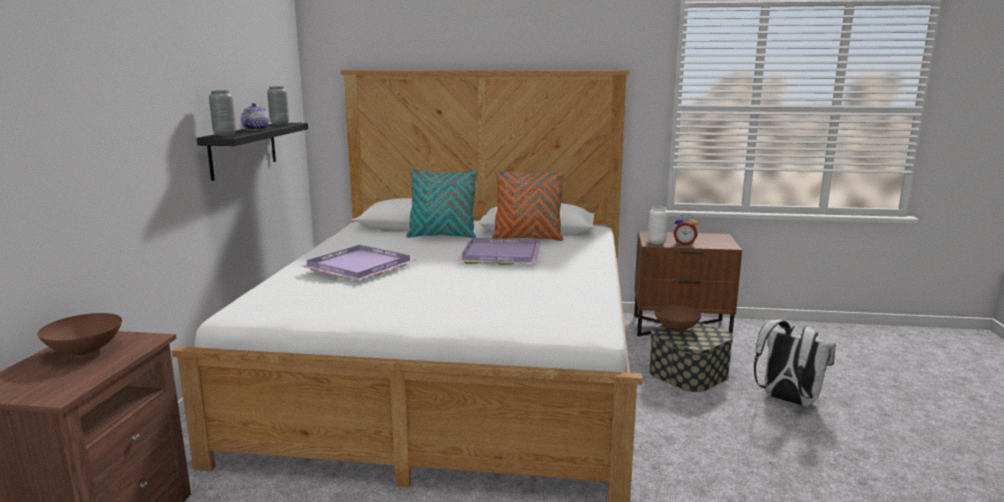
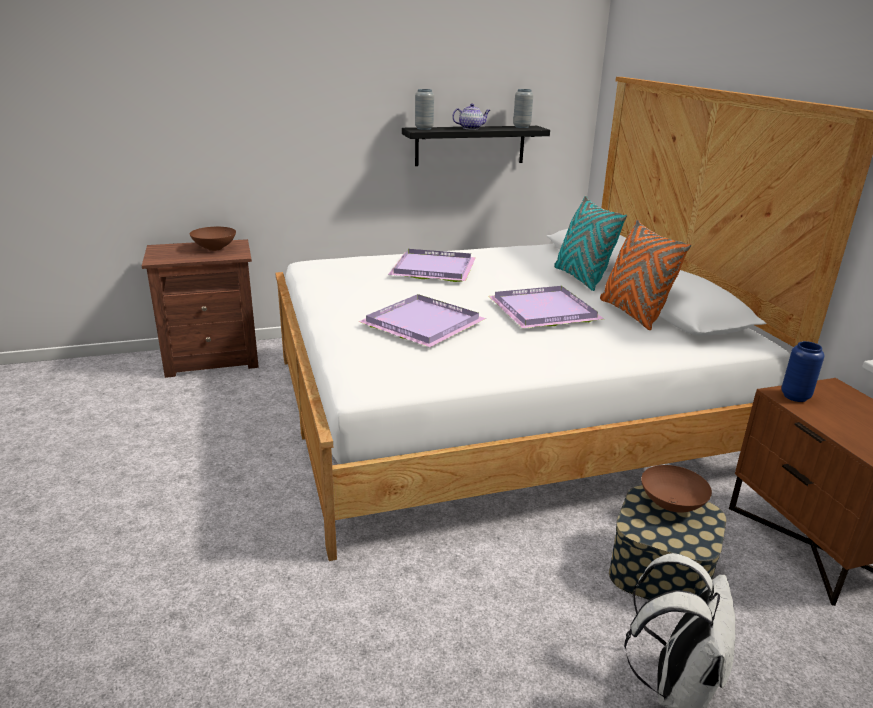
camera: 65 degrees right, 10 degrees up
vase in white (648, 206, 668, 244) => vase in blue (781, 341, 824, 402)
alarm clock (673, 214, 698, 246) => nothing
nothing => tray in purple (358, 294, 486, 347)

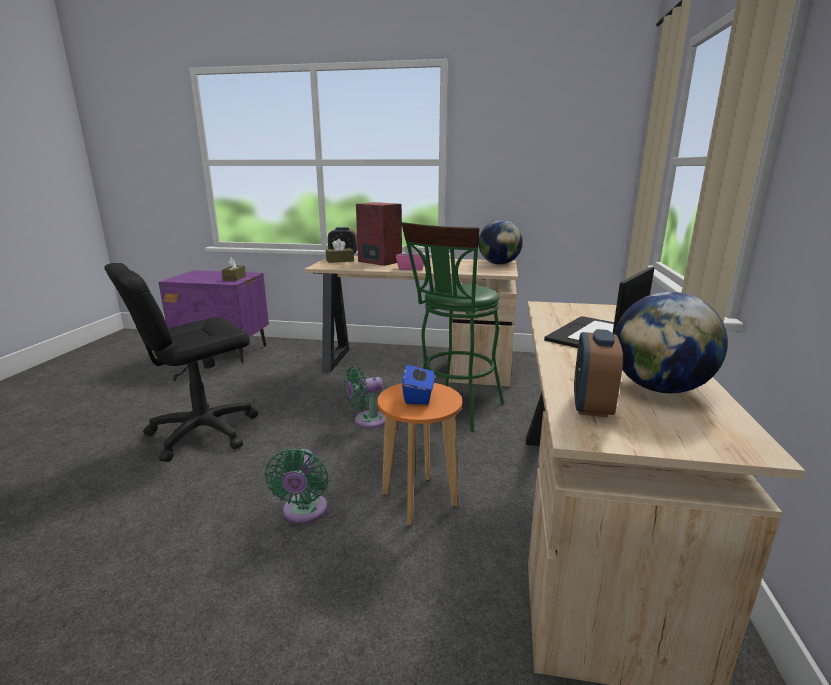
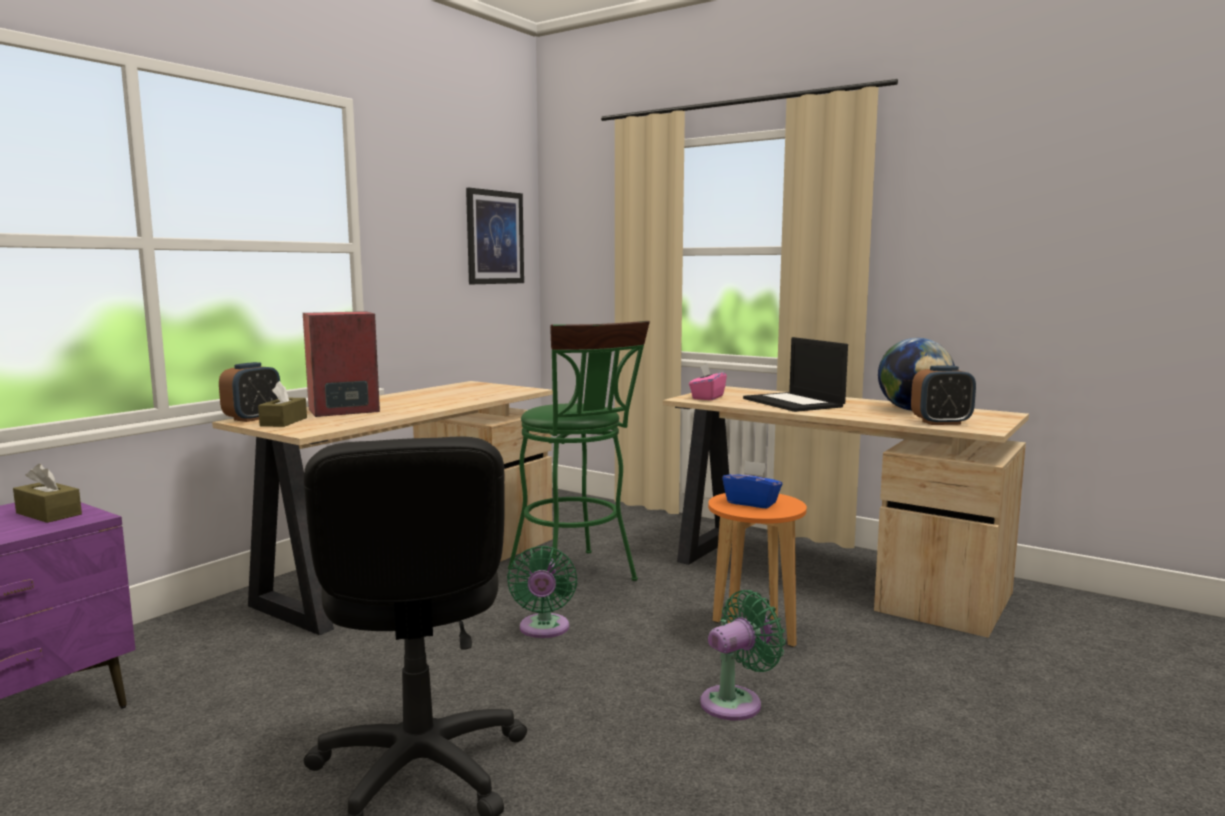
camera: 65 degrees left, 10 degrees down
globe (479, 220, 523, 264) => nothing
tissue box in pink (396, 246, 425, 270) => tissue box in pink (689, 364, 727, 400), relocated
alarm clock (574, 329, 623, 418) => alarm clock (911, 365, 976, 425), 45 degrees counterclockwise
fan in green (265, 448, 329, 523) => fan in green (700, 590, 786, 720), 60 degrees counterclockwise
nothing => picture (466, 188, 524, 284)

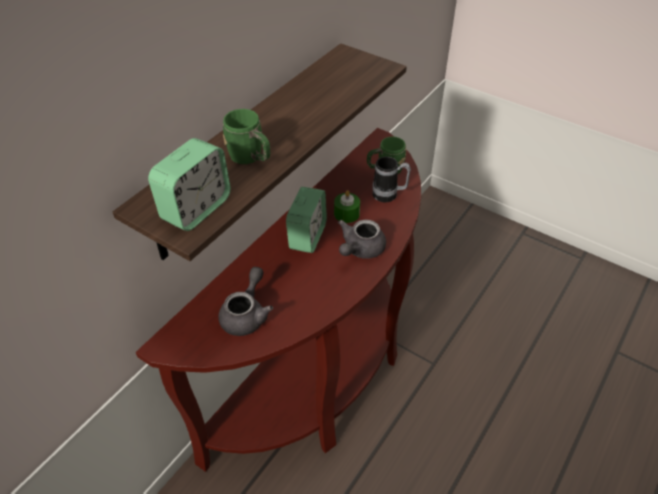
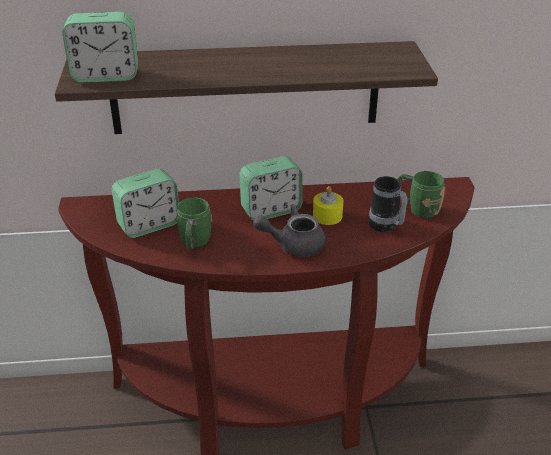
camera: 50 degrees right, 10 degrees down
mug in green (223, 109, 270, 164) => mug in green (177, 197, 212, 249), relocated
candle in green (334, 190, 360, 223) => candle in yellow (313, 186, 343, 225)
teapot in grey (218, 267, 273, 336) => alarm clock (112, 169, 179, 238)

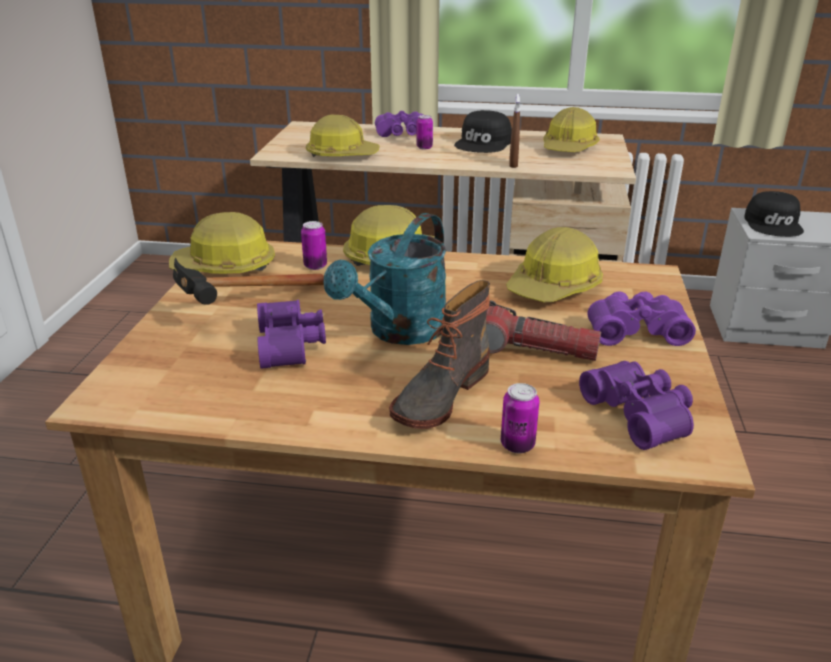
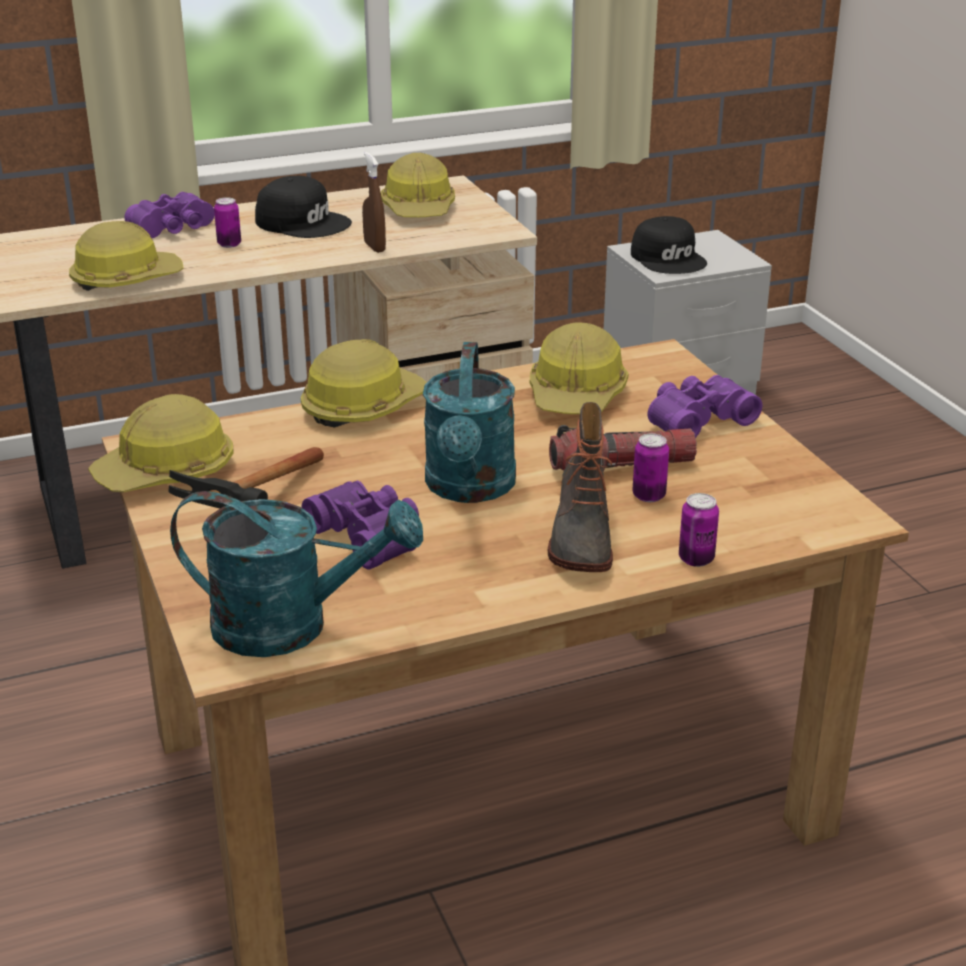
camera: 30 degrees left, 0 degrees up
cap in black (454, 110, 512, 153) => cap in black (255, 176, 352, 238), 60 degrees counterclockwise
can (301, 221, 327, 270) => can (632, 433, 669, 502), relocated
binoculars in purple (579, 361, 694, 450) => nothing
nothing => watering can in turquoise (170, 491, 423, 657)

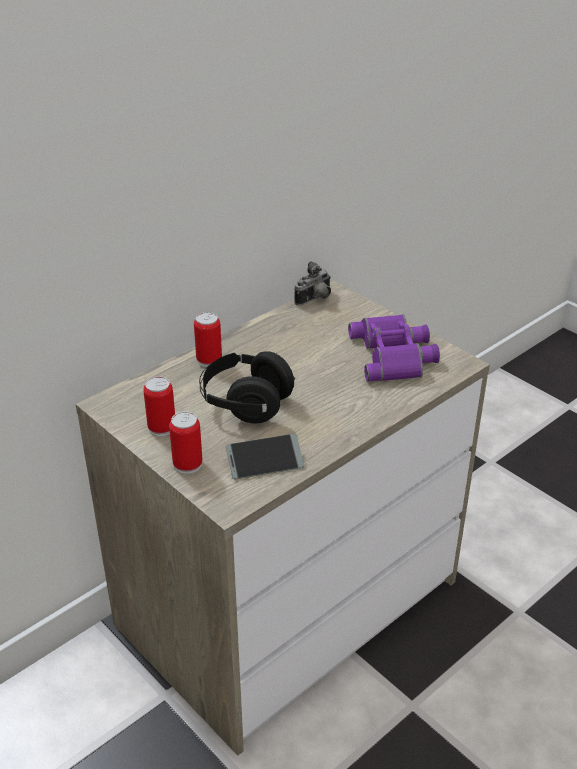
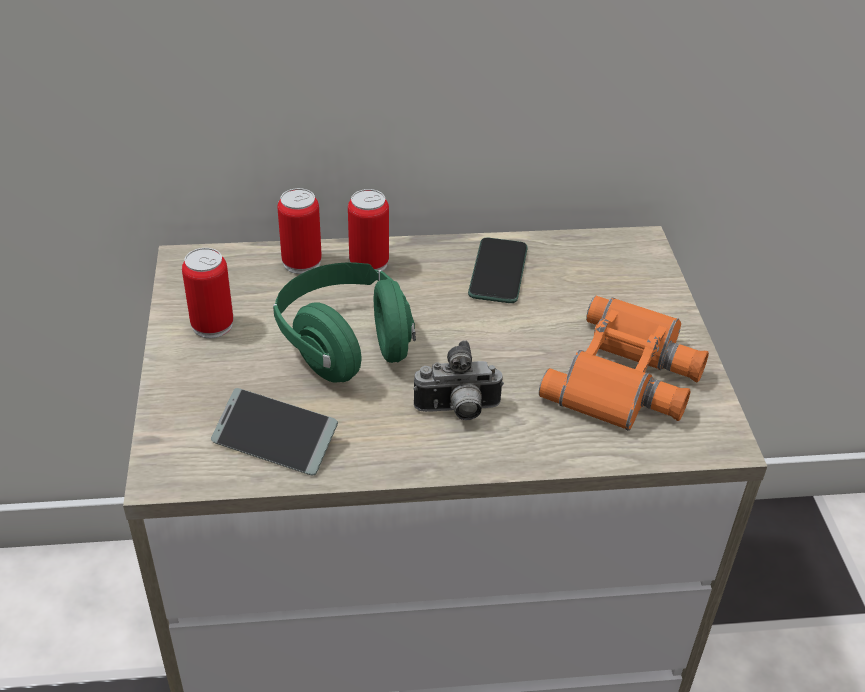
camera: 35 degrees right, 5 degrees up
photo camera (294, 261, 331, 305) => photo camera (414, 340, 504, 420), relocated
binoculars in purple (348, 314, 440, 381) => binoculars in orange (539, 296, 709, 431)
headphones in black (199, 352, 295, 423) => headphones in green (273, 263, 416, 383)
can (169, 412, 202, 474) => can (277, 188, 322, 274), relocated
nothing => phone (468, 238, 528, 303)

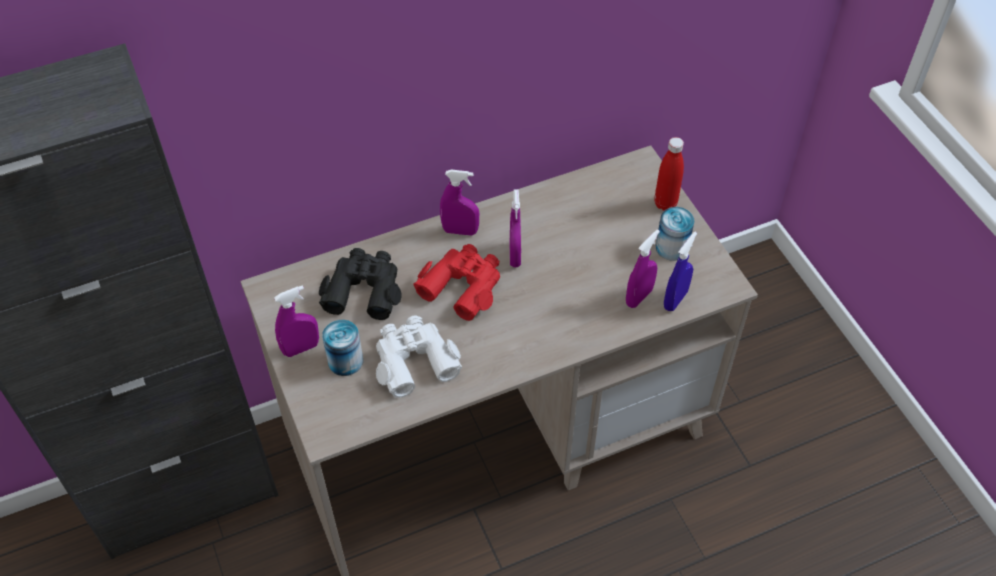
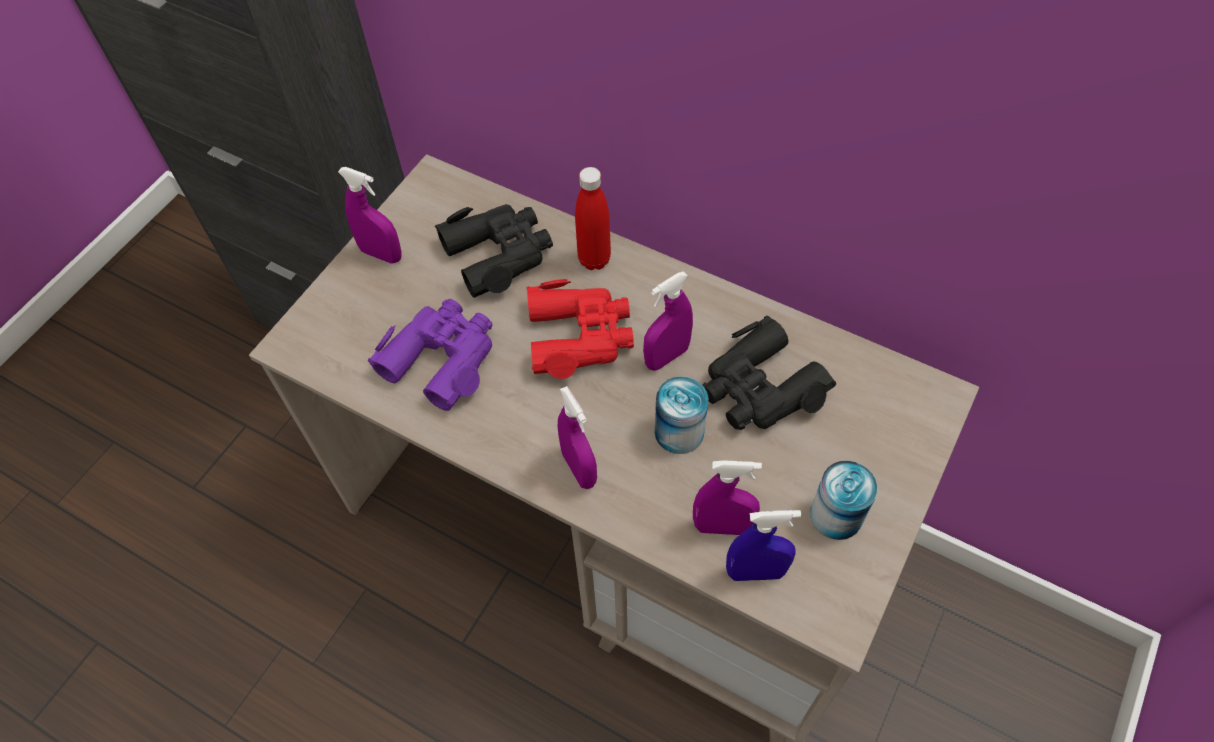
camera: 55 degrees right, 5 degrees up
bottle in red (655, 137, 684, 211) => bottle in red (575, 167, 611, 270), relocated
spray bottle in purple (440, 170, 479, 236) => spray bottle in purple (558, 386, 597, 489), relocated
binoculars in white (376, 315, 462, 398) => binoculars in purple (367, 299, 492, 411)
can (322, 320, 363, 376) => can (655, 376, 708, 454), relocated
nothing => binoculars in black (703, 315, 836, 430)

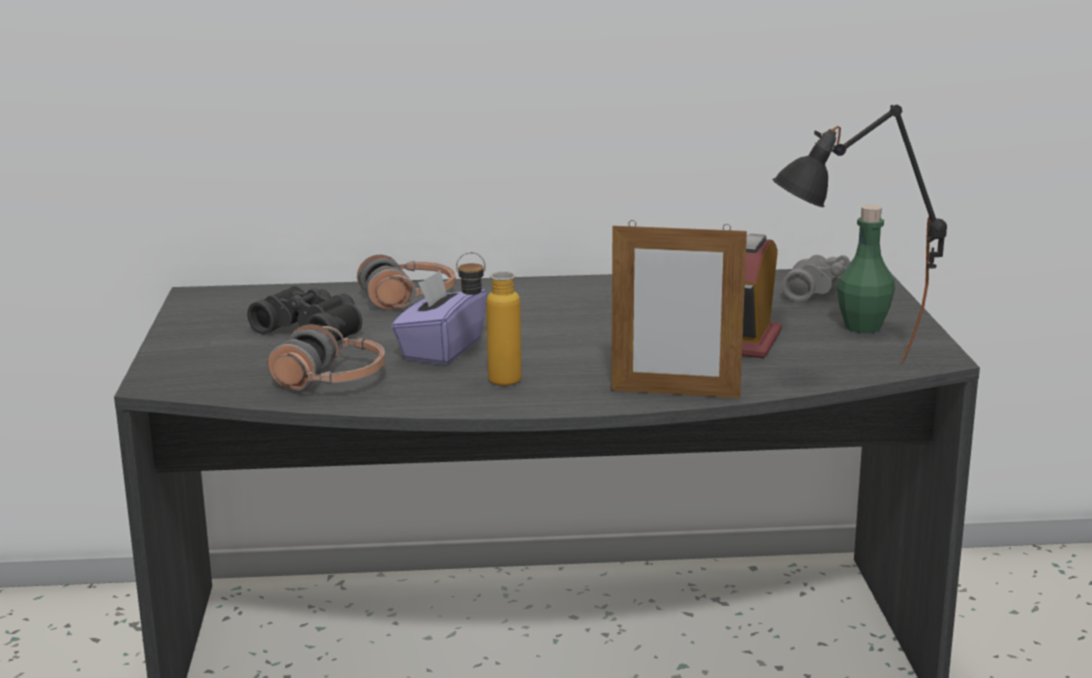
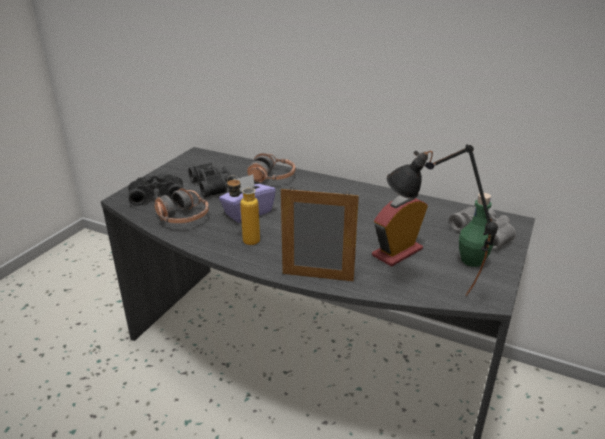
camera: 30 degrees right, 10 degrees up
picture frame (611, 220, 747, 398) => picture frame (281, 187, 359, 282), 150 degrees clockwise
nothing => binoculars in black (128, 173, 183, 206)

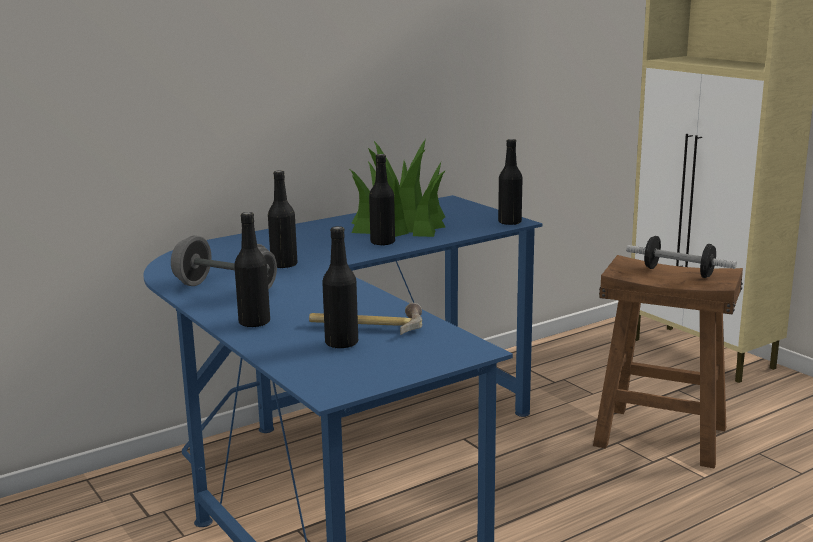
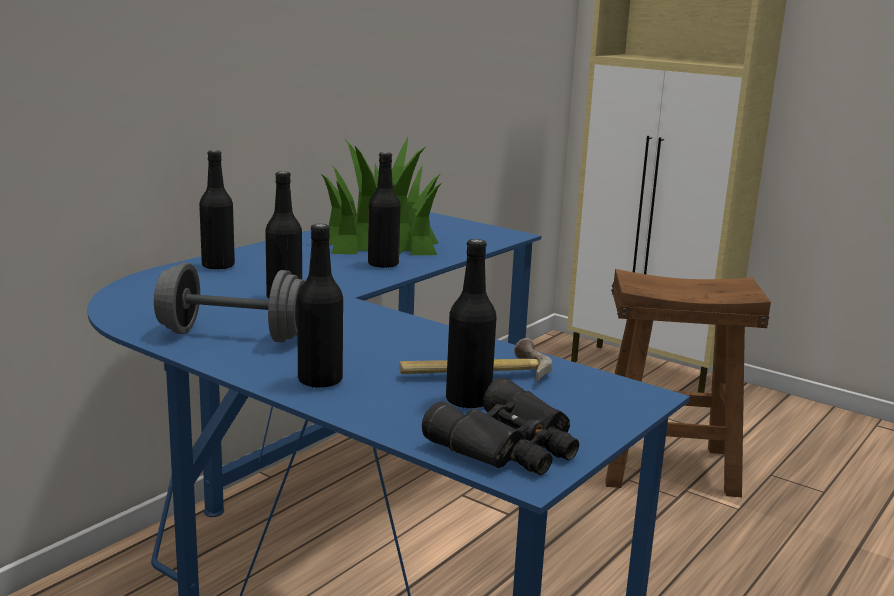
camera: 20 degrees left, 0 degrees up
bottle in black (498, 139, 523, 225) => bottle in black (199, 150, 235, 270), relocated
dumbbell (626, 236, 737, 278) => nothing
nothing => binoculars in black (422, 377, 579, 475)

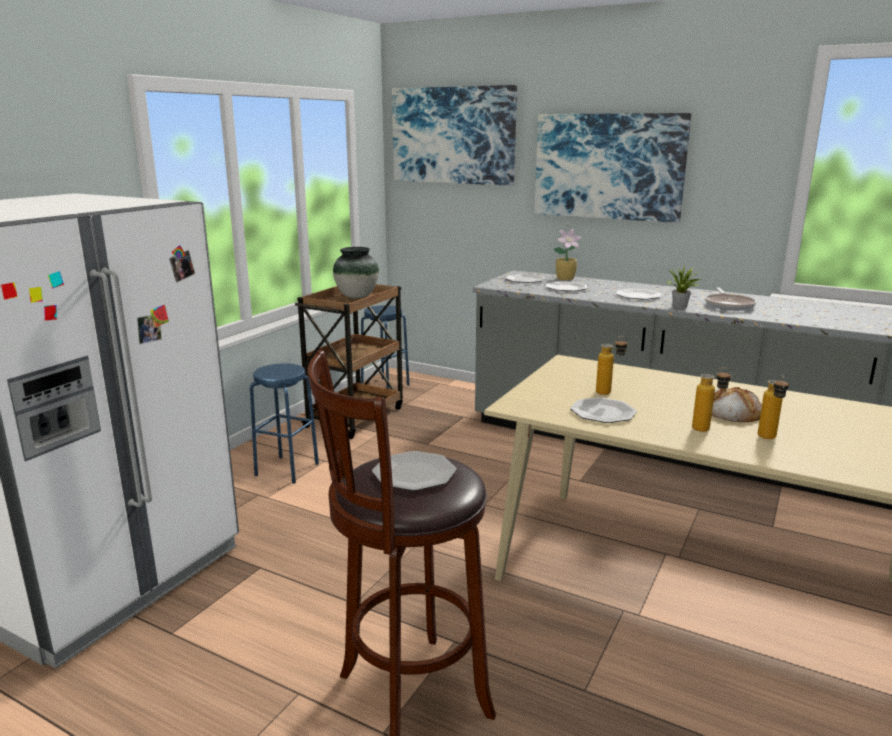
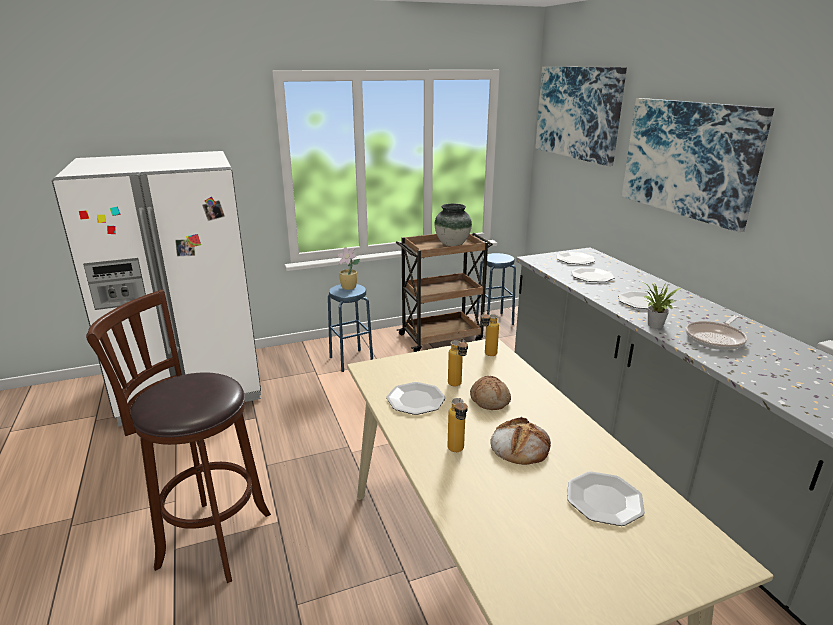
camera: 40 degrees right, 5 degrees up
potted plant (553, 229, 582, 280) => potted plant (337, 247, 360, 290), relocated
bottle (758, 375, 789, 439) => bottle (481, 310, 499, 356), relocated
plate (372, 451, 457, 491) => plate (568, 471, 645, 526), relocated
nothing => bread (470, 376, 511, 410)

